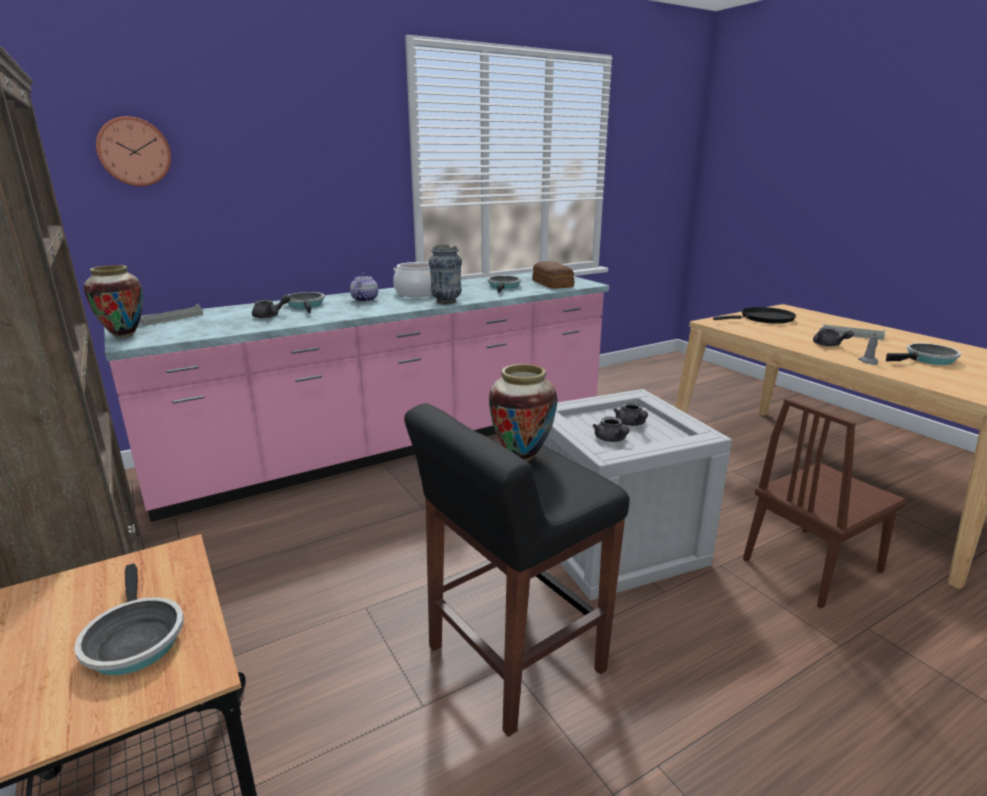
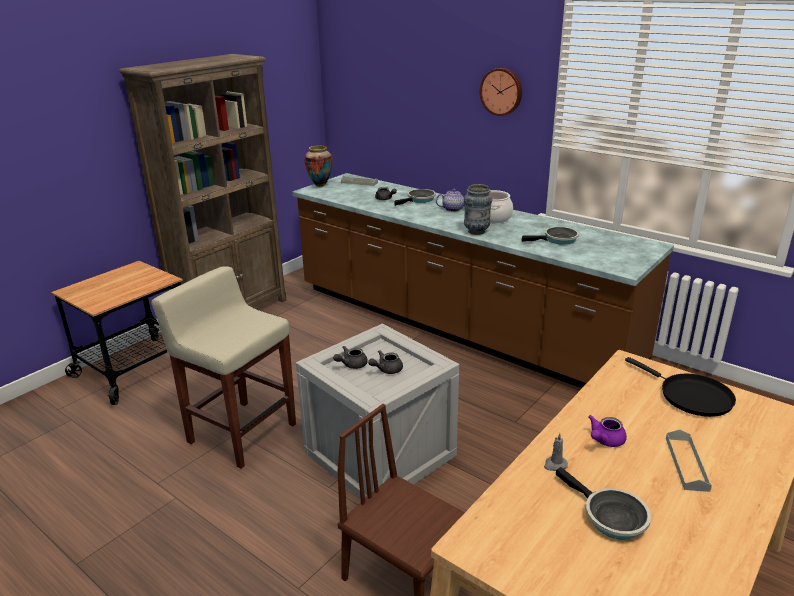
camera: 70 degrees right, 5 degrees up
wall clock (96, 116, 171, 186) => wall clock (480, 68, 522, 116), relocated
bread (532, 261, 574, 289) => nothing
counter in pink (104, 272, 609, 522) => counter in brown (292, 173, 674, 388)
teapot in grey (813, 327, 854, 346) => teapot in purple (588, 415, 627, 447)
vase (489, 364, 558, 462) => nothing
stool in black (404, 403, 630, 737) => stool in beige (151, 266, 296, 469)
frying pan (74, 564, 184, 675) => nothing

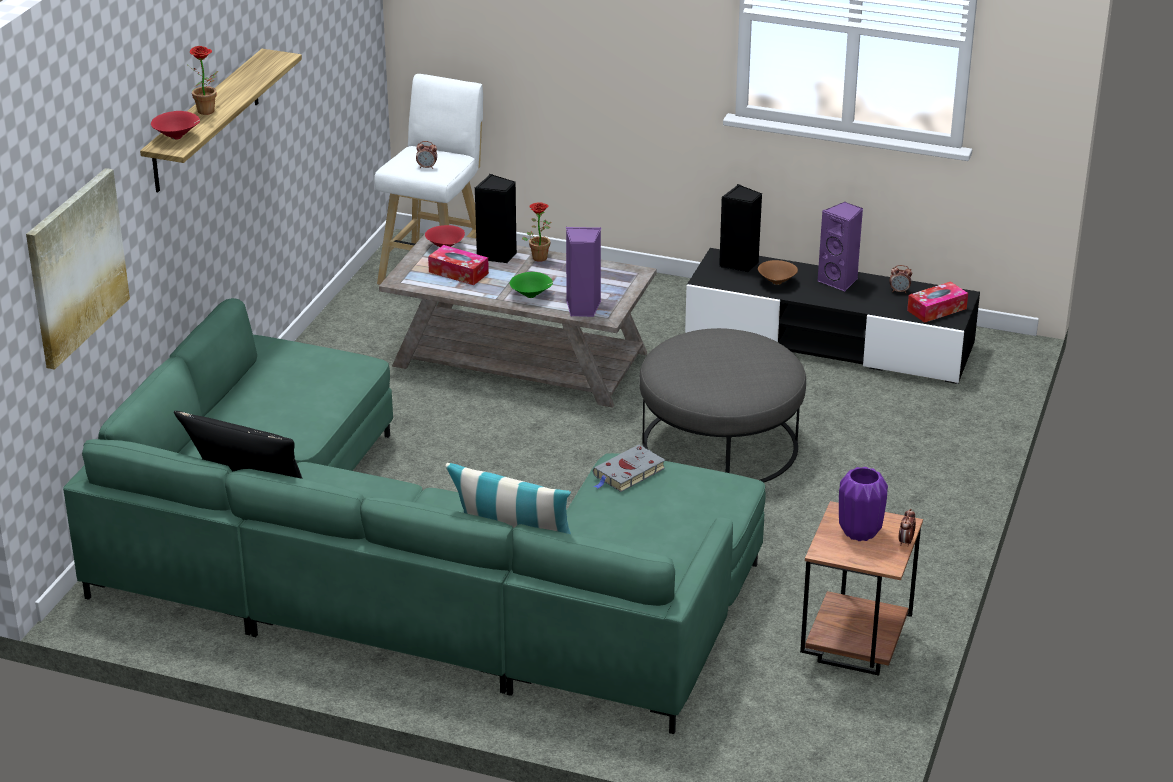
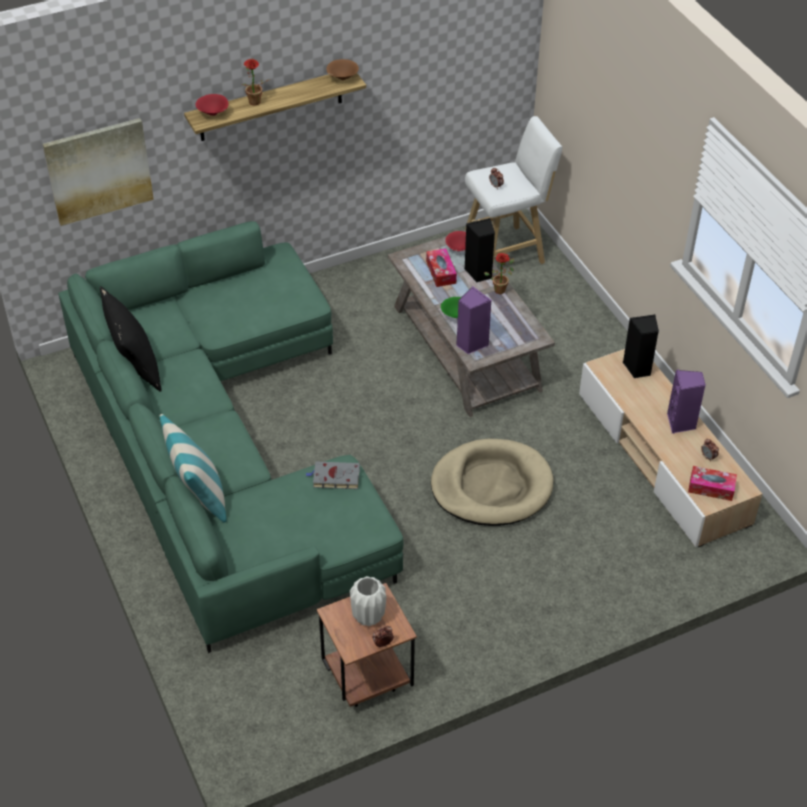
camera: 45 degrees right, 15 degrees up
tv stand in black (685, 248, 980, 384) => tv stand in beige (579, 349, 762, 547)
bowl in brown (758, 260, 798, 285) => bowl in brown (326, 59, 359, 80), relocated
ottoman in grey (639, 328, 806, 483) => dog bed in beige (431, 439, 554, 526)
vase in purple (839, 467, 888, 541) => vase in white (350, 576, 386, 626)

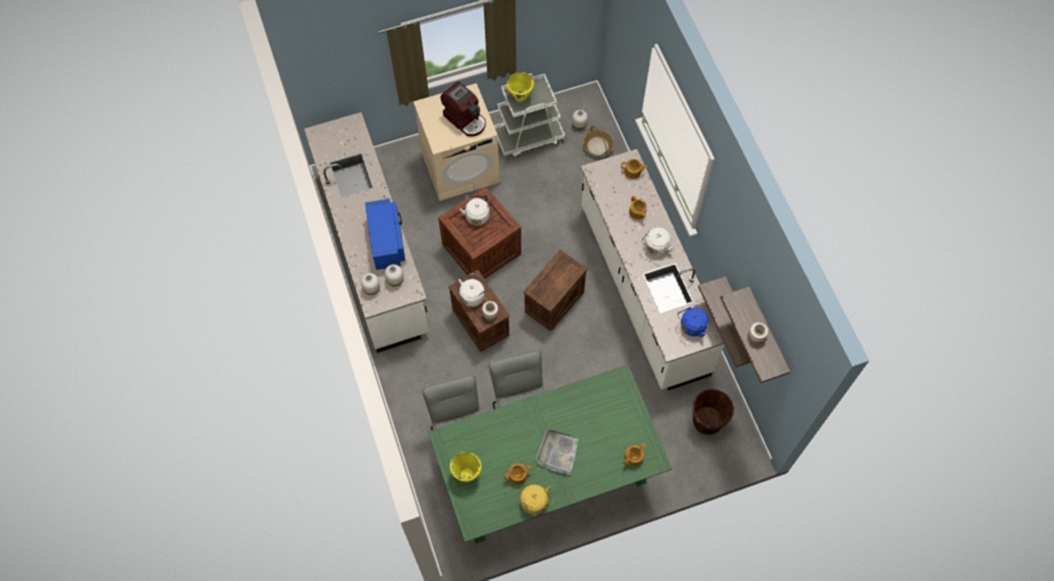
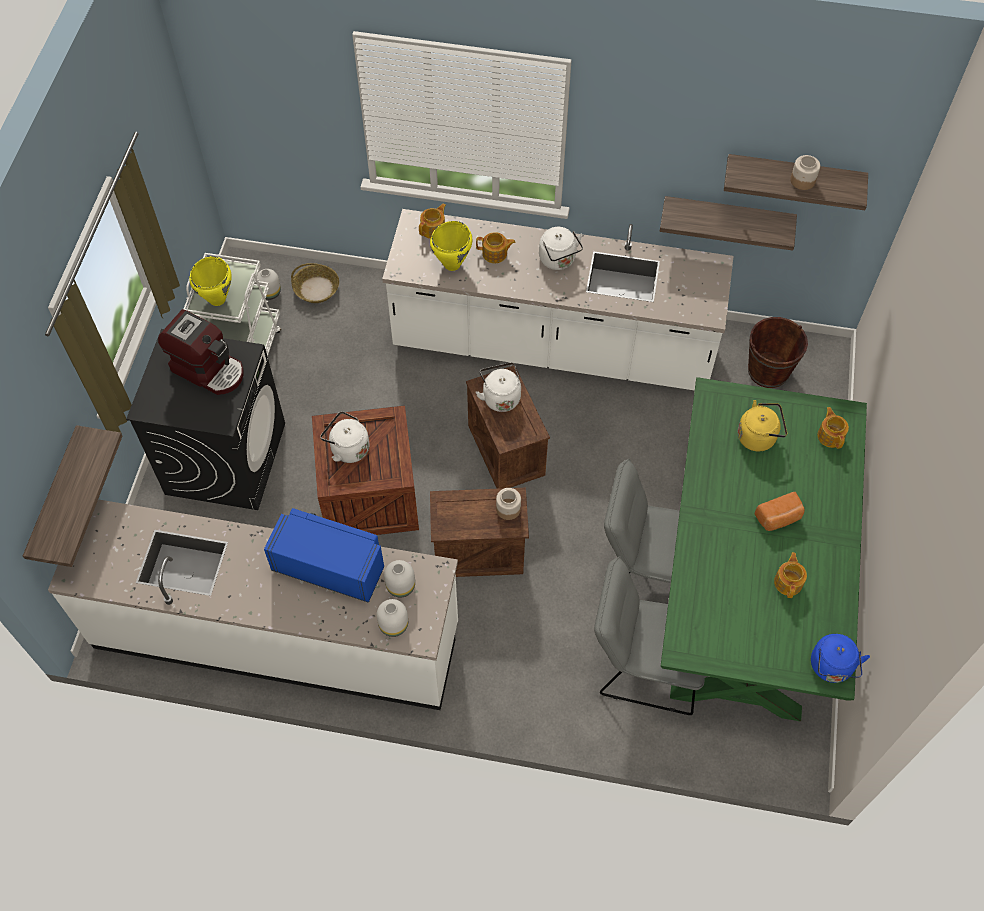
camera: 60 degrees left, 5 degrees down
coffee machine (440, 81, 486, 137) => coffee machine (158, 309, 244, 395), 45 degrees clockwise
washing machine in beige (413, 83, 500, 201) => washing machine in black (126, 329, 285, 510)
kettle in white (459, 273, 489, 307) => kettle in white (476, 362, 521, 412), relocated
kettle in blue (678, 307, 708, 337) => kettle in blue (811, 634, 870, 683), relocated
tray in grey (535, 428, 578, 475) => bread (755, 492, 805, 531)
cooking pot in yellow (450, 452, 482, 482) => cooking pot in yellow (430, 221, 472, 271), relocated
kettle in yellow (520, 484, 553, 516) => kettle in yellow (738, 400, 787, 452), relocated
nothing => shelf (23, 425, 122, 567)

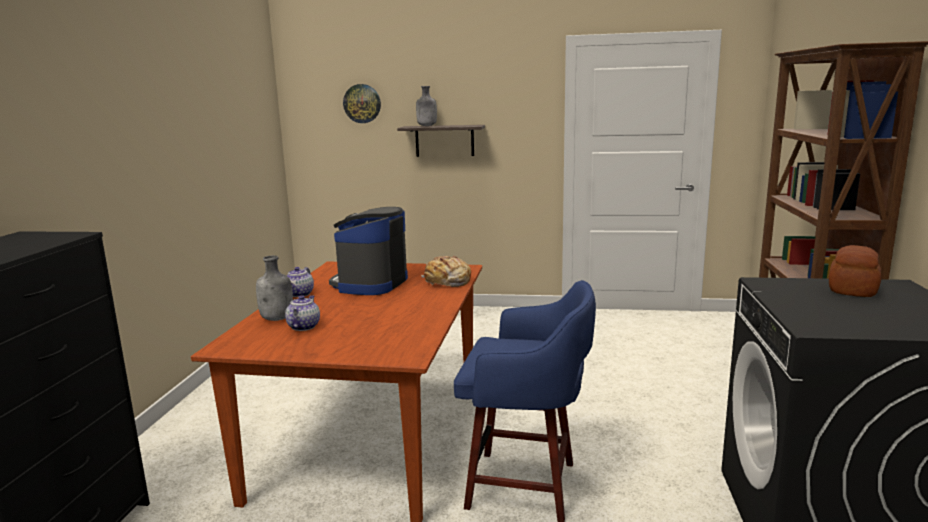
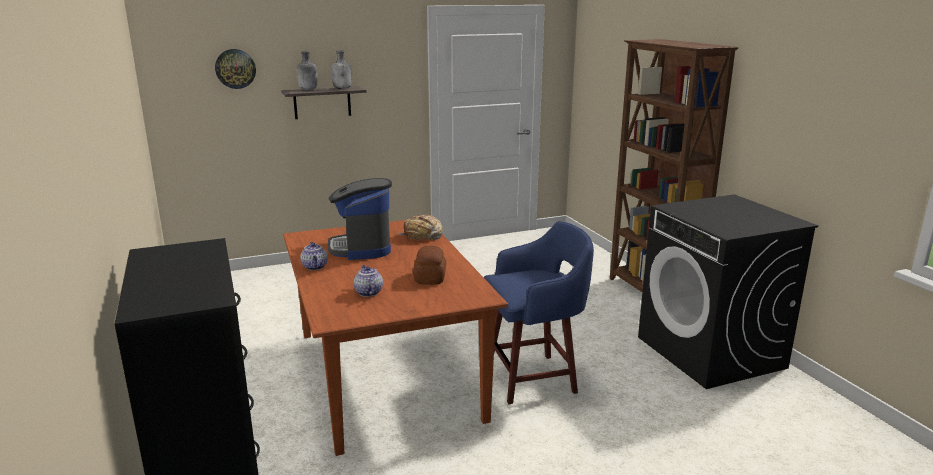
camera: 30 degrees left, 5 degrees up
bread (829, 245, 881, 297) => bread (413, 246, 446, 285), relocated
bottle in grey (256, 256, 293, 321) => bottle in grey (331, 51, 352, 89), relocated

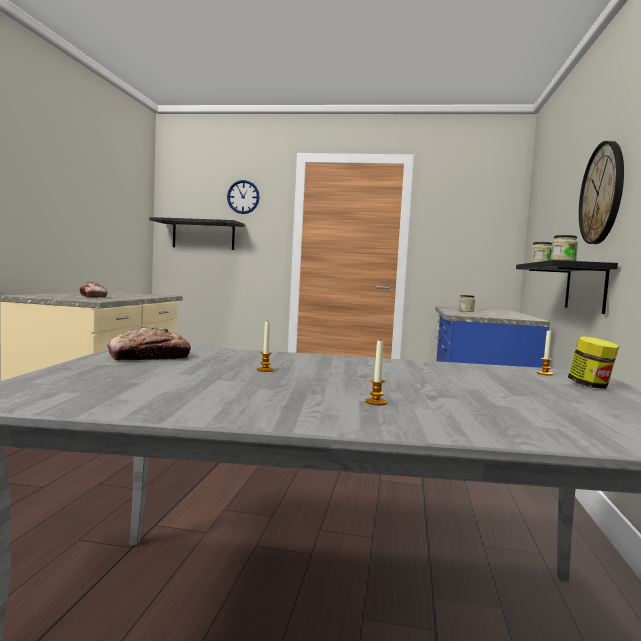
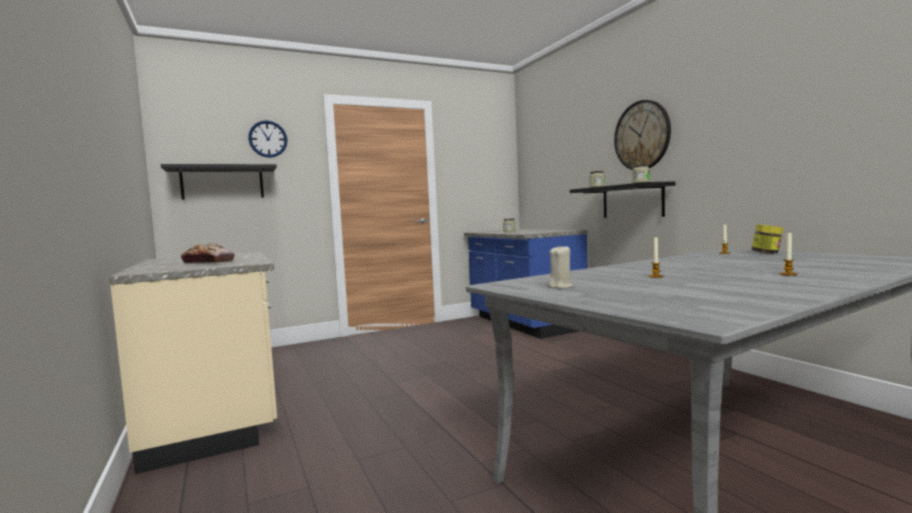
camera: 35 degrees left, 0 degrees up
bread (107, 328, 191, 361) => candle in beige (547, 245, 573, 289)

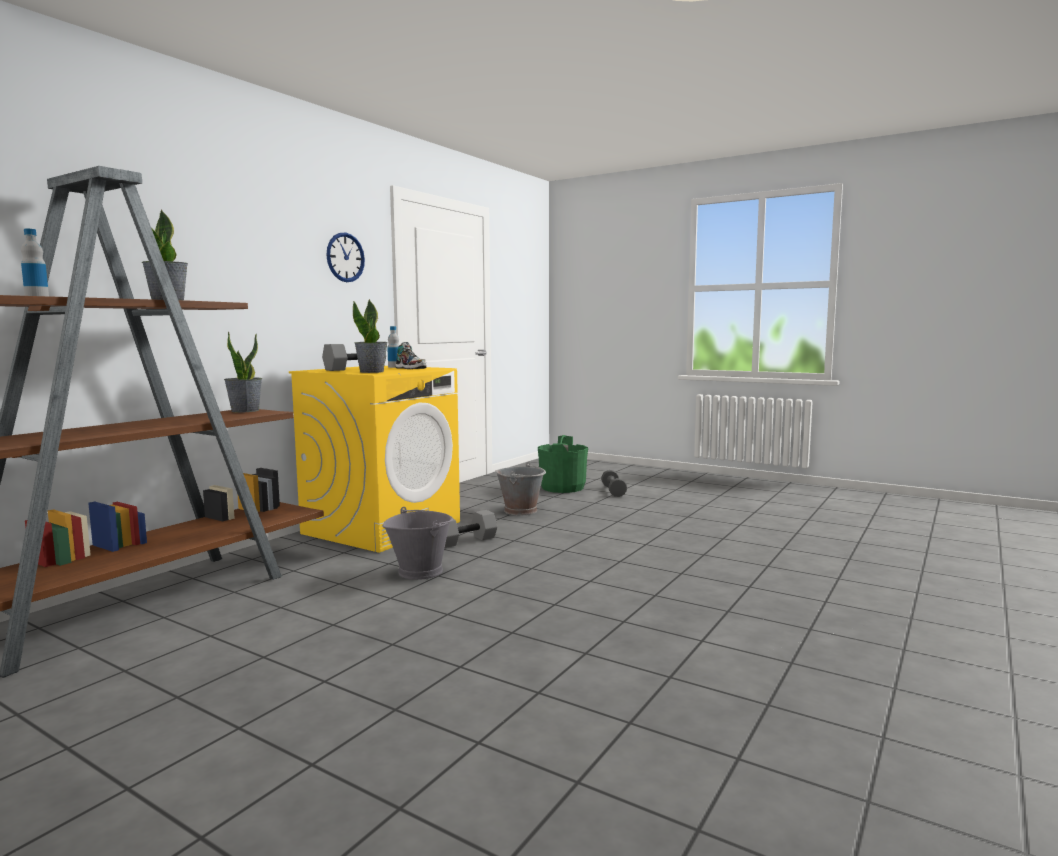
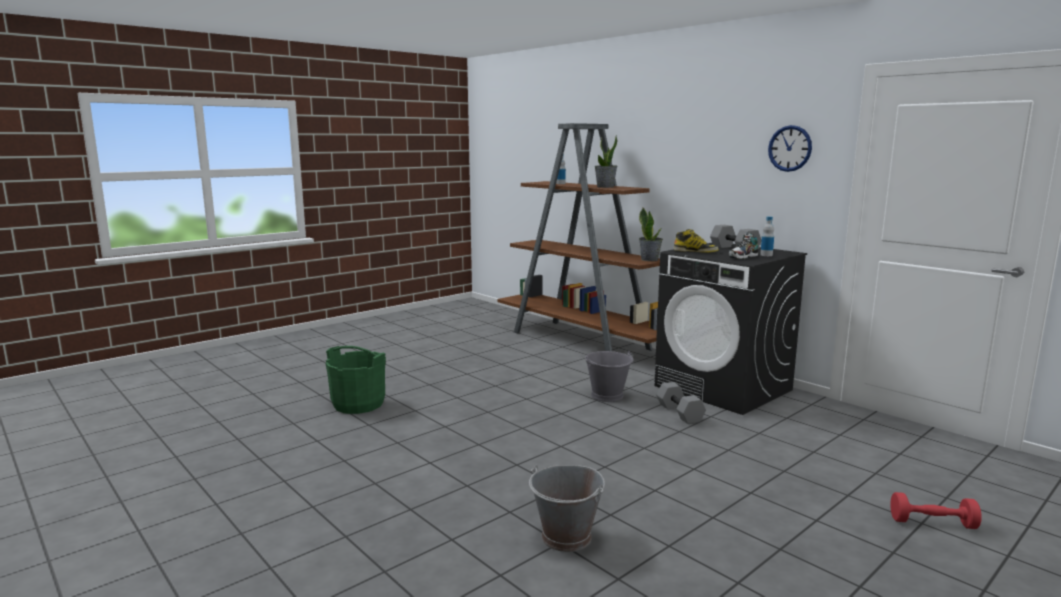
camera: 105 degrees right, 5 degrees up
potted plant (353, 299, 388, 373) => boot (674, 229, 719, 253)
washing machine in yellow (289, 366, 460, 553) => washing machine in black (654, 243, 807, 415)
bucket in green (538, 435, 588, 493) => bucket in green (325, 346, 386, 414), relocated
bucket in grey (495, 462, 546, 515) => bucket in grey (529, 465, 605, 552), relocated
dumbbell in grey (601, 470, 627, 497) => dumbbell in red (890, 492, 982, 529)

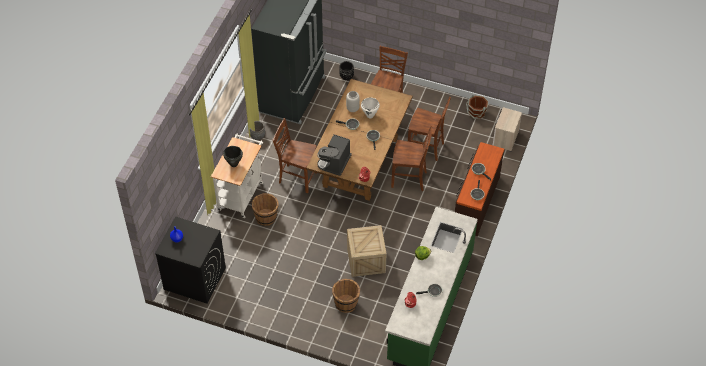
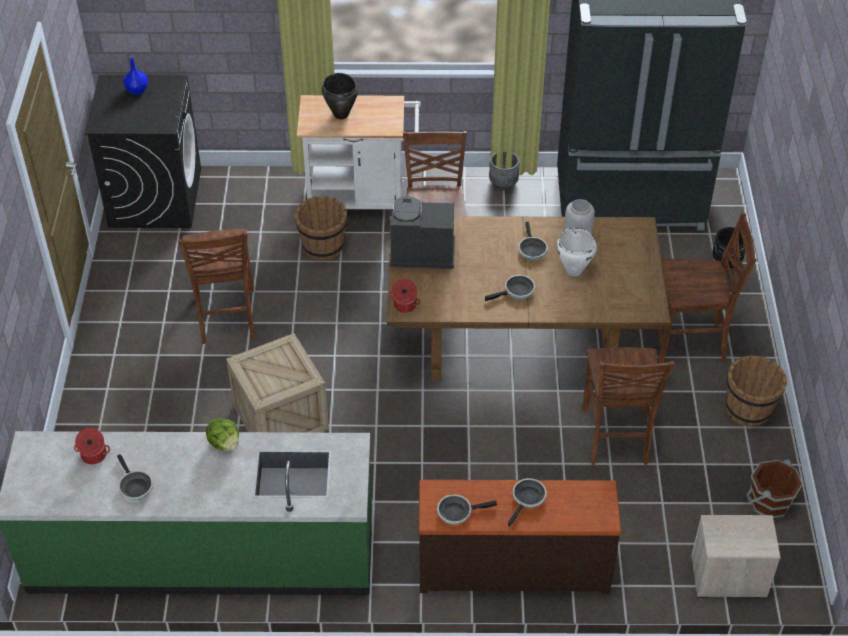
camera: 70 degrees right, 5 degrees down
chair in brown (391, 125, 432, 191) => chair in brown (179, 229, 255, 344), relocated
bucket in brown (332, 279, 360, 313) => bucket in brown (726, 355, 787, 426), relocated

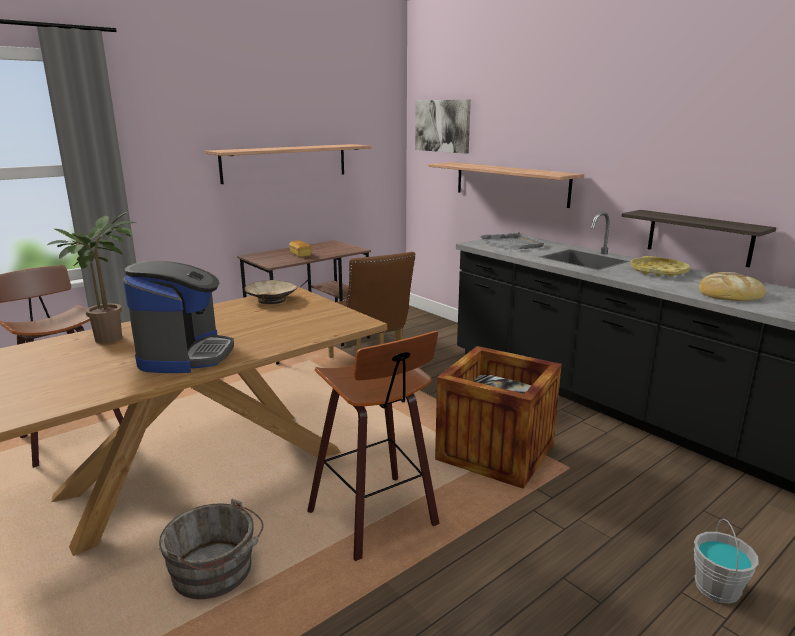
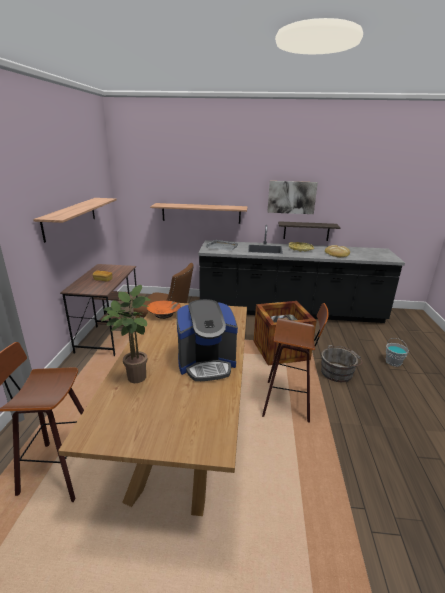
camera: 45 degrees left, 5 degrees up
picture (415, 100, 471, 154) => picture (267, 181, 318, 214), relocated
coffee machine (123, 261, 234, 373) => coffee machine (176, 299, 238, 381), 120 degrees clockwise
bowl in beige (245, 280, 297, 304) => bowl in orange (147, 300, 181, 319)
bucket in grey (159, 499, 264, 599) => bucket in grey (321, 345, 363, 382), relocated

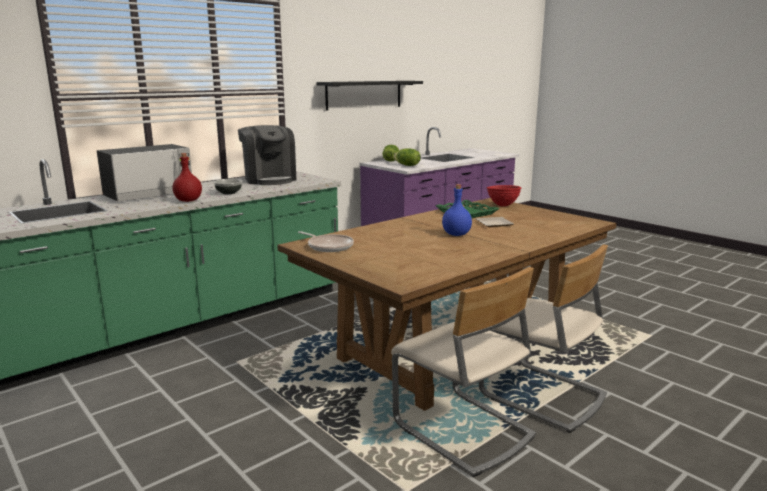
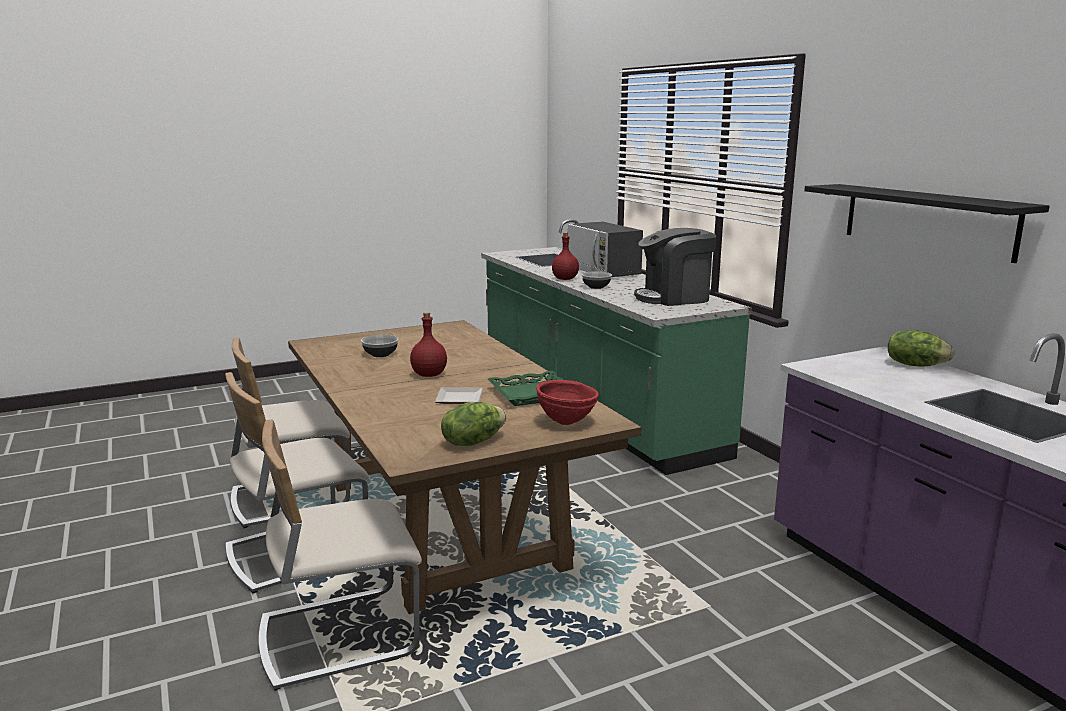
camera: 105 degrees right, 0 degrees up
lettuce (394, 148, 421, 166) => lettuce (441, 402, 506, 446), relocated
bottle in blue (442, 184, 472, 236) => bottle in red (410, 312, 447, 377)
frying pan (298, 231, 354, 252) => nothing
nothing => bowl (361, 335, 399, 357)
nothing => chair in beige (258, 420, 422, 691)

